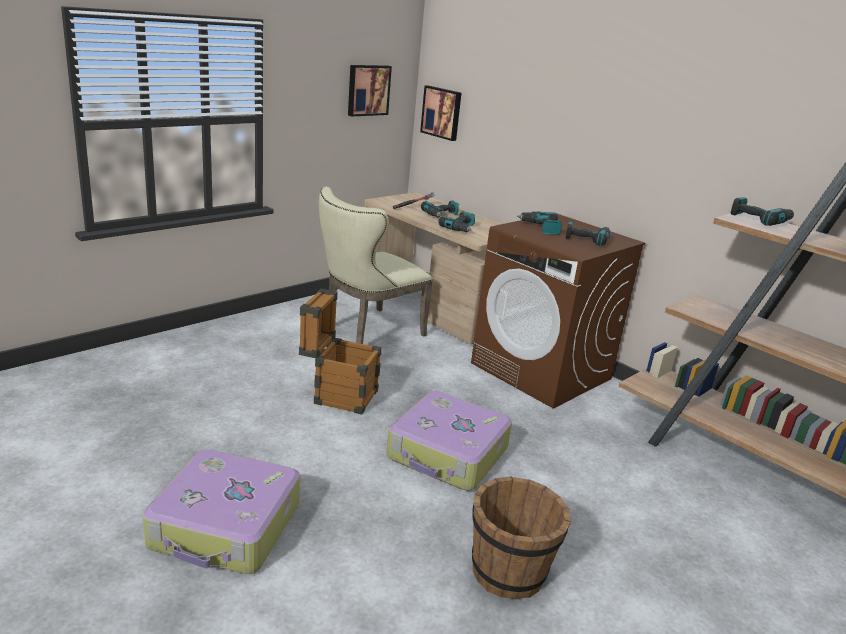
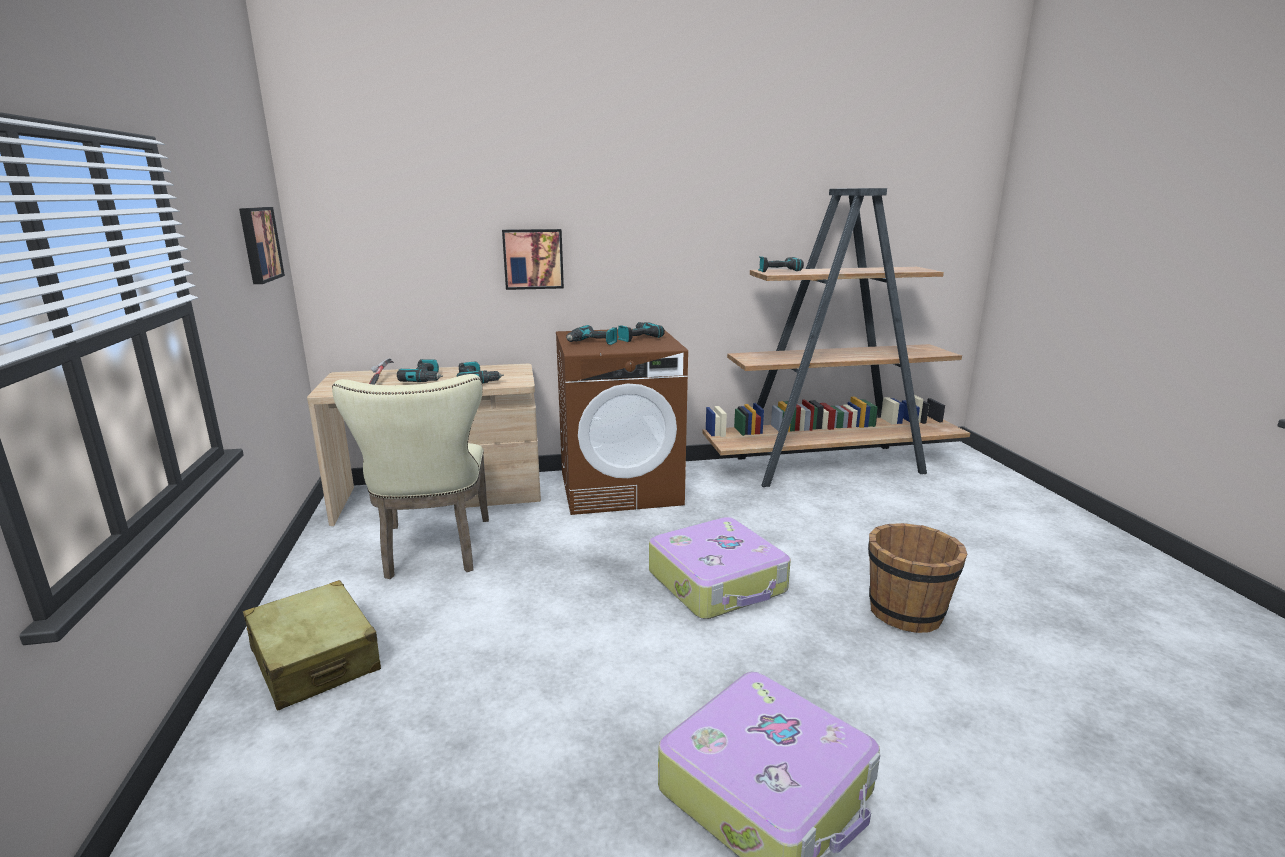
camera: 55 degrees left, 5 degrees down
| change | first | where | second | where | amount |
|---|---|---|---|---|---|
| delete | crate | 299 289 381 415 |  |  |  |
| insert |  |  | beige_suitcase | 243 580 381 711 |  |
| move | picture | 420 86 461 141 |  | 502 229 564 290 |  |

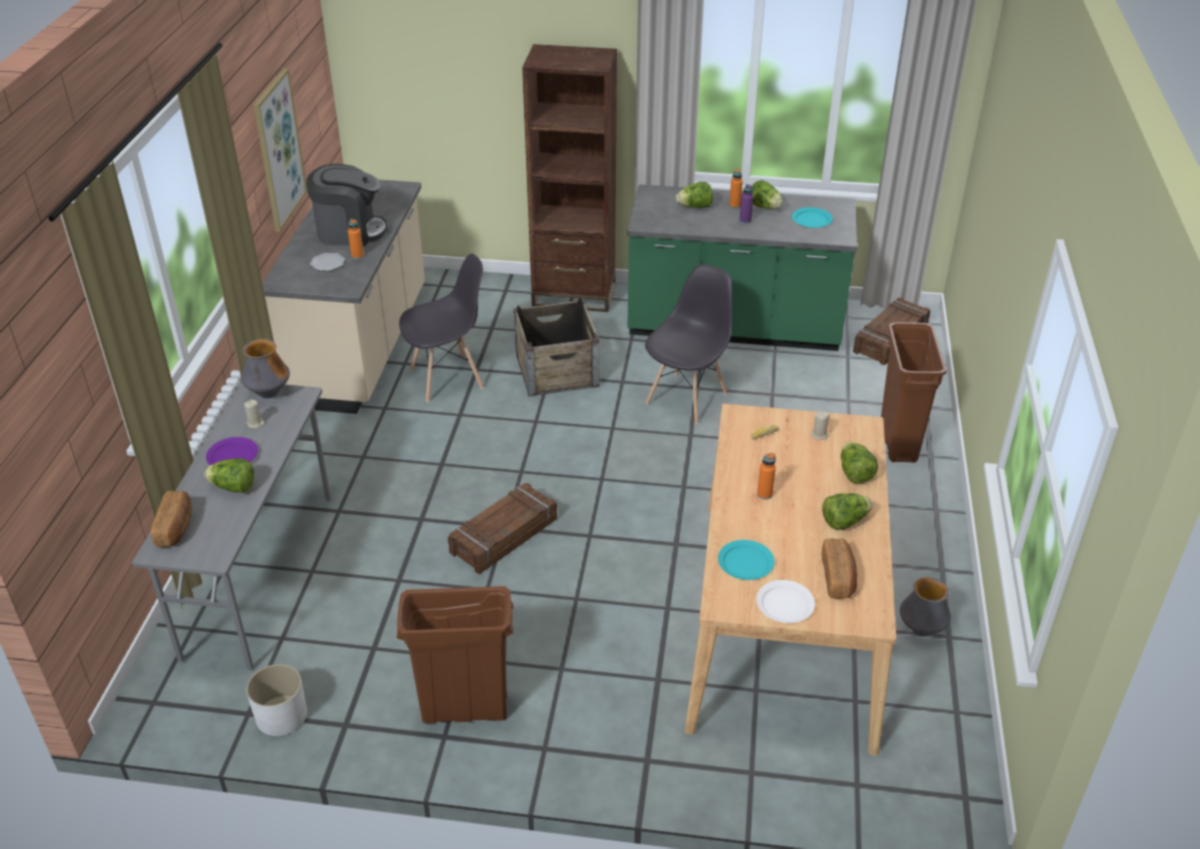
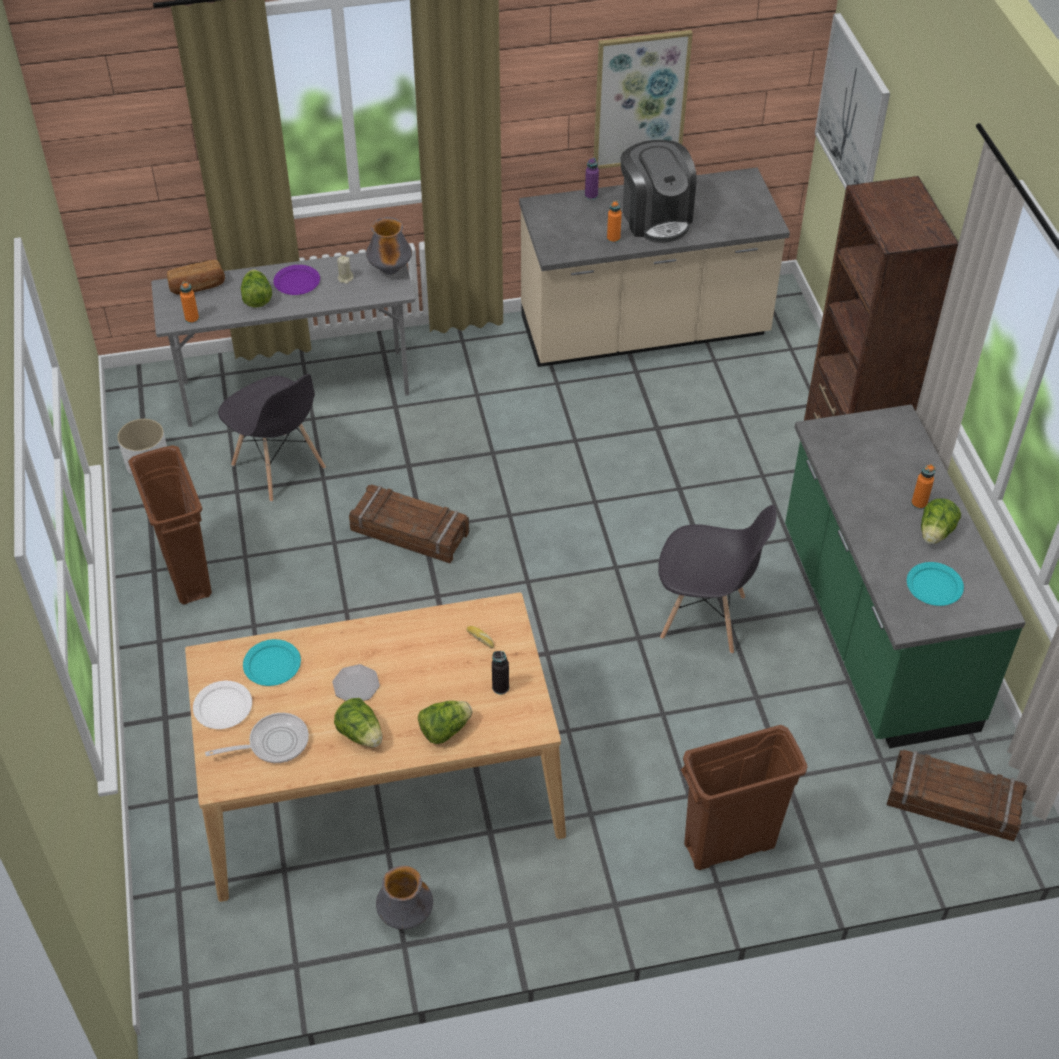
camera: 70 degrees right, 10 degrees up
| change | first | where | second | where | amount |
|---|---|---|---|---|---|
| delete | crate | 514 298 600 396 |  |  |  |
| delete | lettuce | 676 182 713 208 |  |  |  |
| insert |  |  | picture | 815 13 890 190 |  |
| move | plate | 310 253 345 271 |  | 332 664 380 701 |  |
| move | grey_chair | 399 254 484 402 |  | 218 374 326 502 |  |
| move | purple_bottle | 739 184 753 224 |  | 585 158 599 200 |  |
| move | orange_bottle | 757 453 776 500 |  | 180 281 199 324 |  |
| replace | beige_candle | 811 411 829 440 | black_bottle | 492 651 509 694 |  |
| replace | bread | 822 538 857 599 | frying_pan | 205 713 309 763 |  |

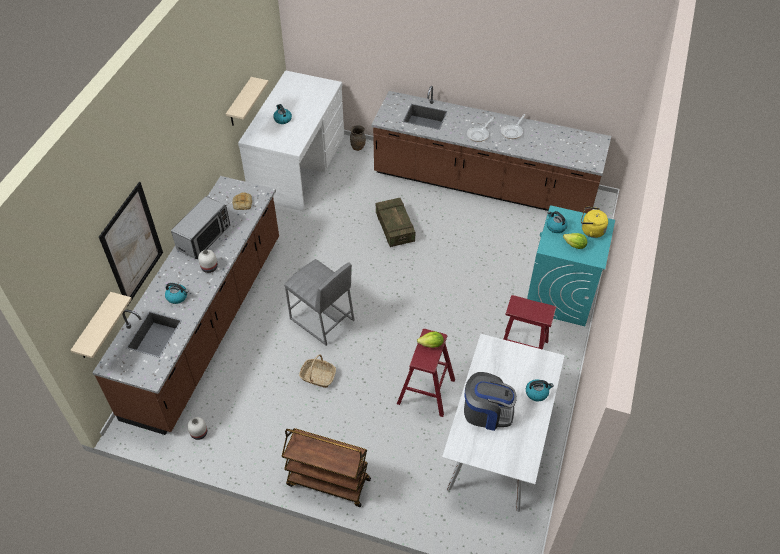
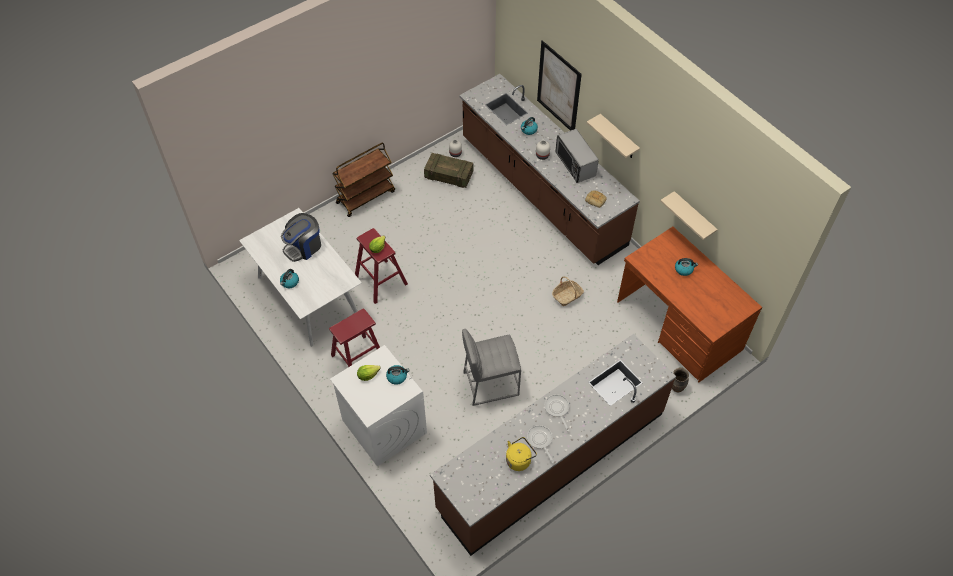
camera: 125 degrees right, 5 degrees up
| change | first | where | second | where | amount |
|---|---|---|---|---|---|
| move | beige_shelf | 70 292 132 358 |  | 587 114 640 158 |  |
| move | grey_stool | 284 259 355 346 |  | 462 329 521 406 |  |
| move | basket | 299 355 336 388 |  | 552 276 584 306 |  |
| move | crate | 376 198 415 247 |  | 424 153 473 188 |  |
| move | yellow_kettle | 581 207 608 238 |  | 506 437 537 471 |  |
| recolor | white_desk | 238 70 344 212 | brown_desk | 617 227 762 383 |  |
| recolor | turquoise_washing_machine | 527 206 615 326 | white_washing_machine | 330 345 427 467 |  |

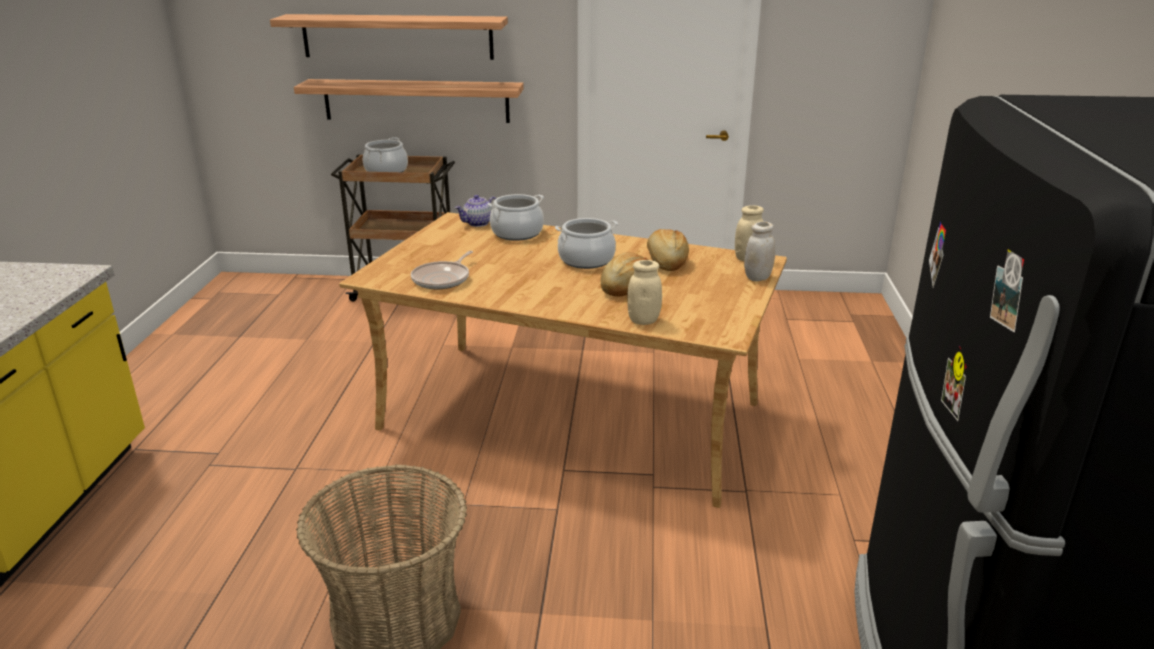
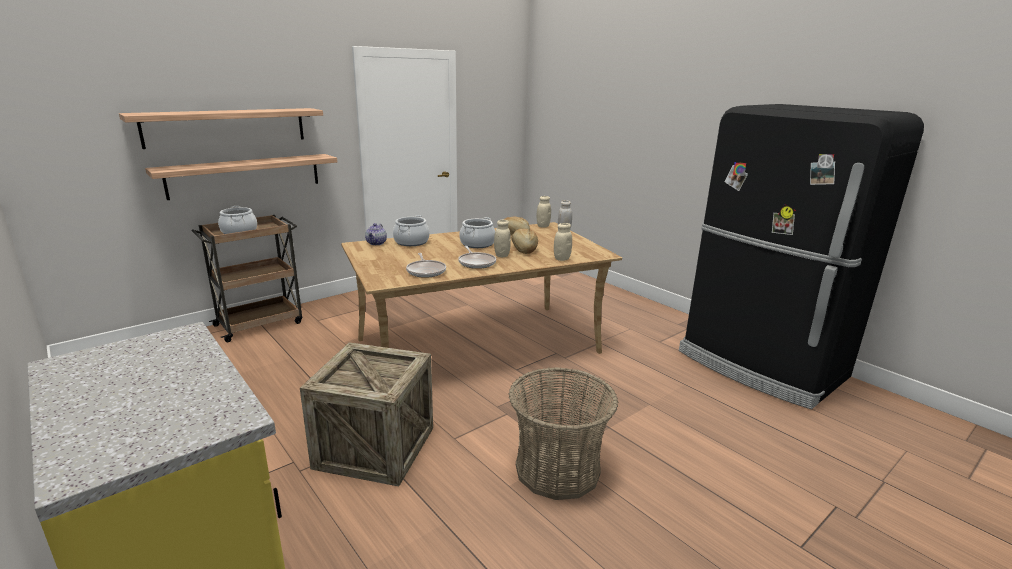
camera: 45 degrees left, 5 degrees down
| change | first | where | second | where | amount |
|---|---|---|---|---|---|
| insert |  |  | crate | 300 342 433 486 |  |
| insert |  |  | frying_pan | 458 246 496 269 |  |
| insert |  |  | beige_jar | 494 220 511 257 |  |

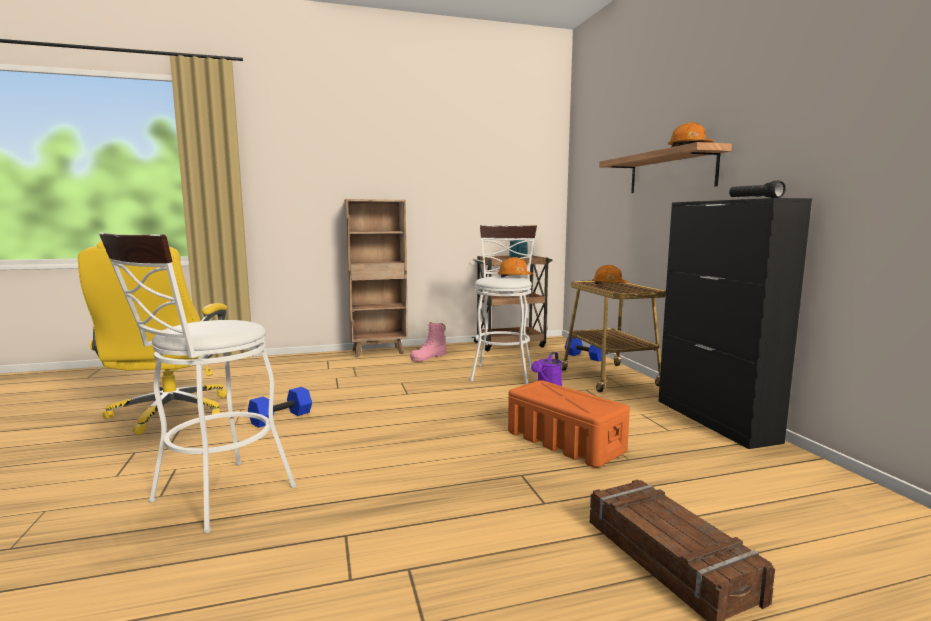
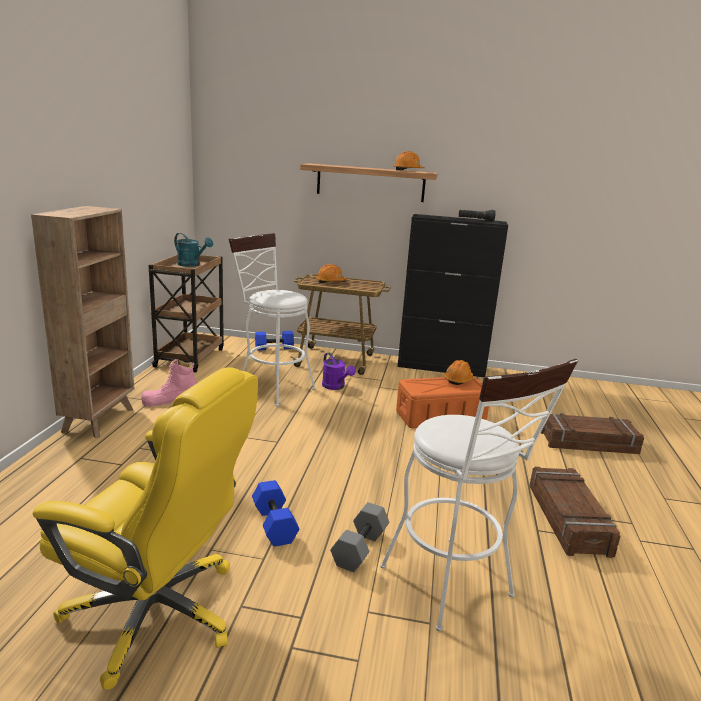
camera: 65 degrees left, 10 degrees up
| change | first | where | second | where | amount |
|---|---|---|---|---|---|
| insert |  |  | grey_dumbbell | 330 502 389 572 |  |
| insert |  |  | crate | 529 467 620 558 |  |
| move | orange_hard_hat | 497 257 533 277 |  | 444 360 473 385 |  |
| rotate | pink_boot | 410 322 447 361 |  | 141 359 197 406 | 90 degrees clockwise |

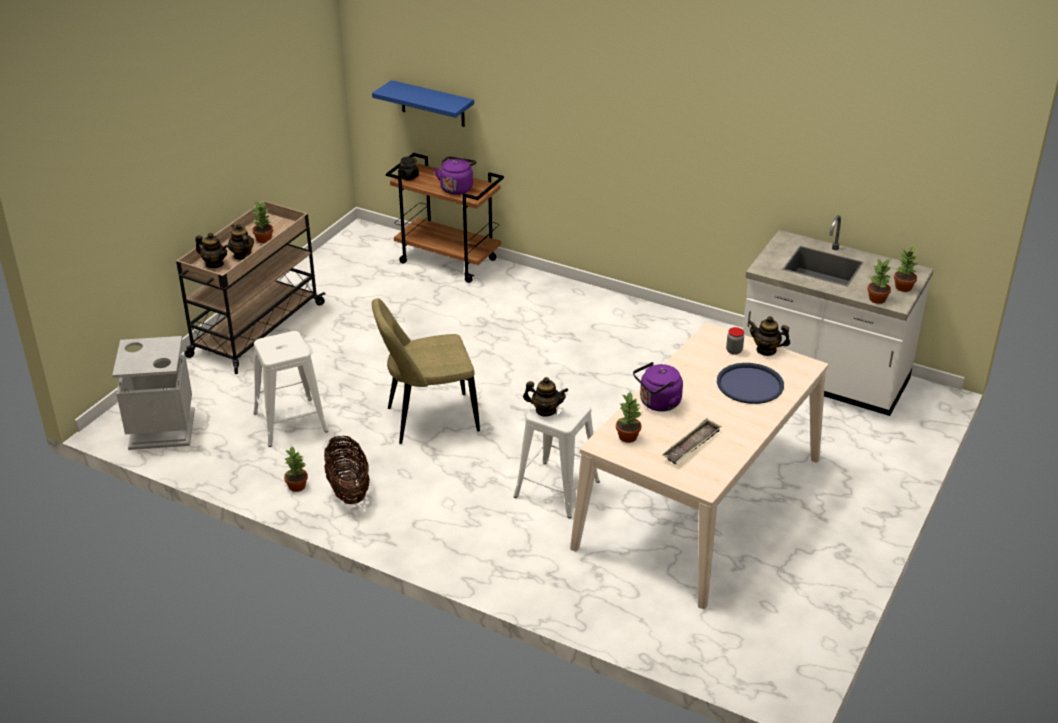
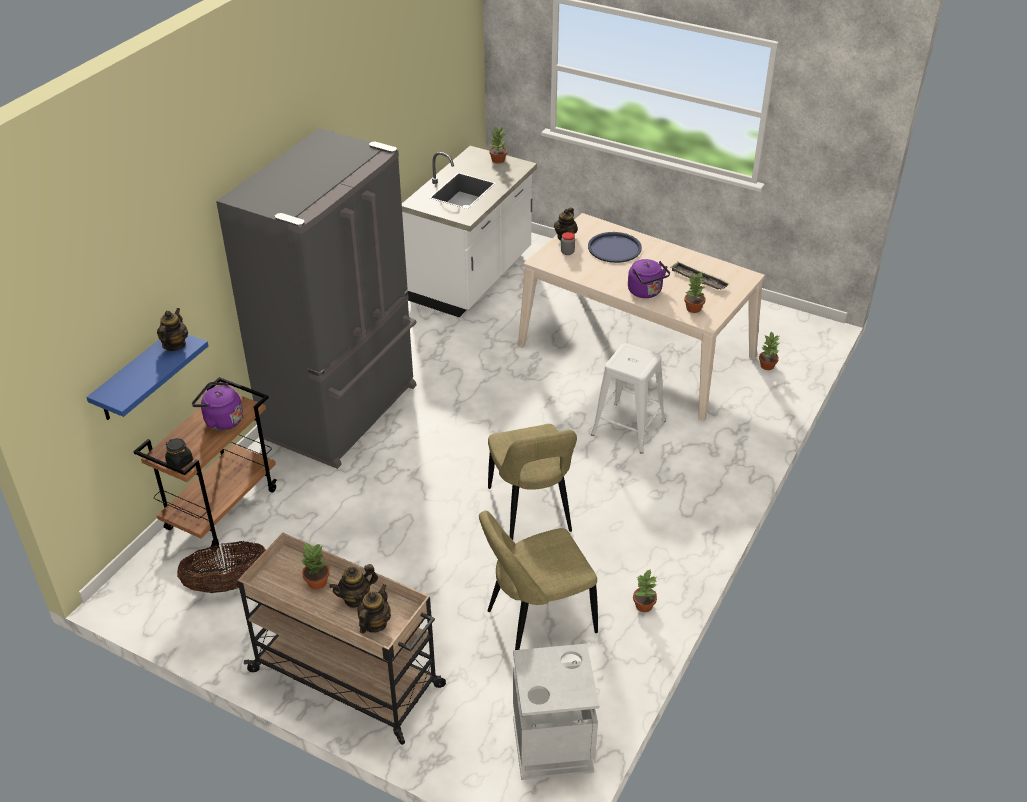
camera: 90 degrees left, 5 degrees up
| change | first | where | second | where | amount |
|---|---|---|---|---|---|
| insert |  |  | grey_fridge | 216 128 417 469 |  |
| move | basket | 324 435 370 504 |  | 177 541 266 593 |  |
| move | teapot | 523 377 568 416 |  | 157 308 188 351 |  |
| move | potted_plant | 867 259 892 304 |  | 759 331 780 370 |  |
| replace | white_stool | 253 331 328 447 | beige_chair | 479 510 598 650 |  |

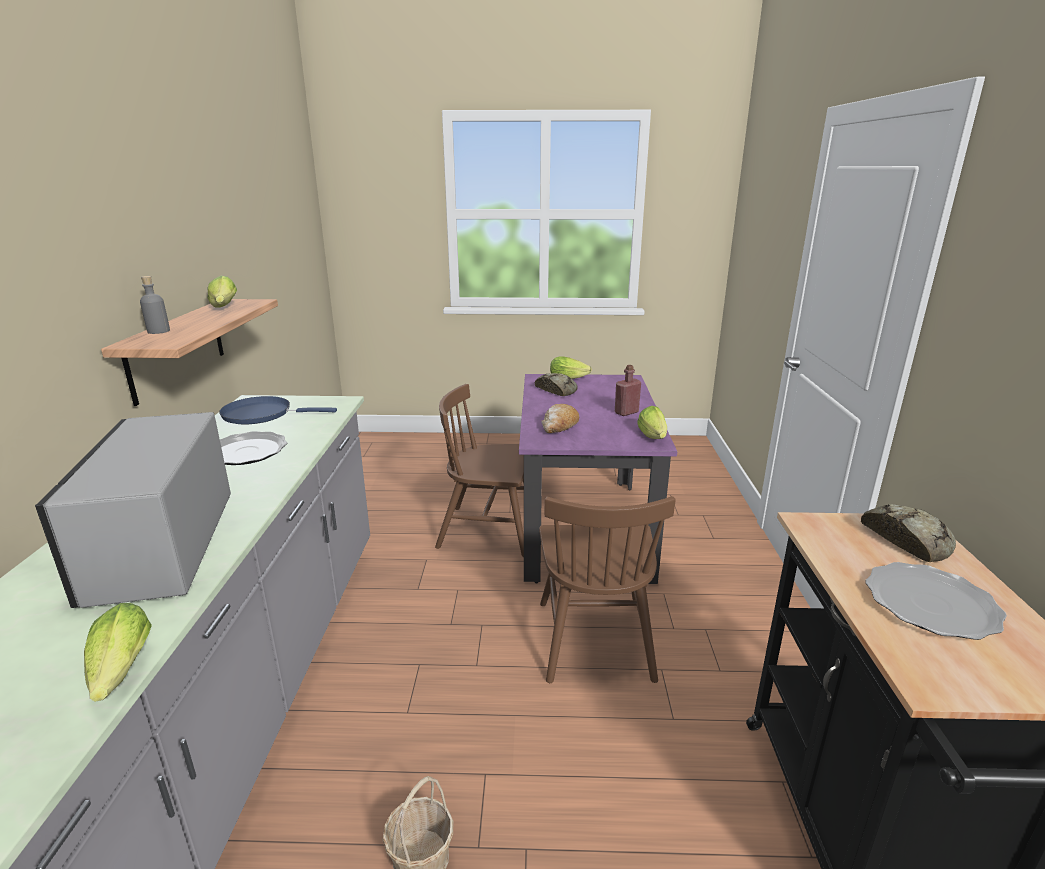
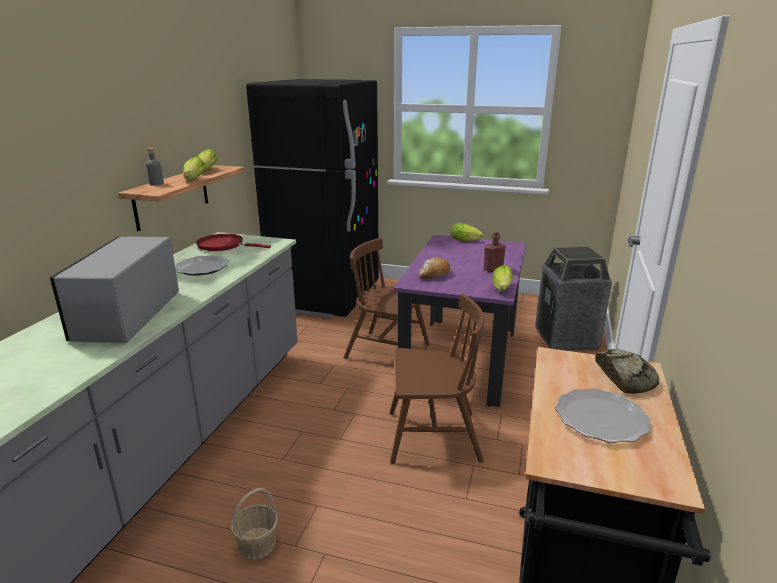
camera: 15 degrees right, 0 degrees up
| change | first | where | second | where | amount |
|---|---|---|---|---|---|
| delete | bread | 535 373 578 396 |  |  |  |
| insert |  |  | black_fridge | 246 79 379 317 |  |
| insert |  |  | trash_can | 535 247 612 351 |  |
| move | lettuce | 84 603 152 702 |  | 183 156 206 180 |  |
| recolor | blue_frying_pan | 219 396 337 424 | red_frying_pan | 196 234 271 251 |  |
| rotate | brown_chair | 539 496 676 683 |  | 390 294 484 464 | 105 degrees counterclockwise |

